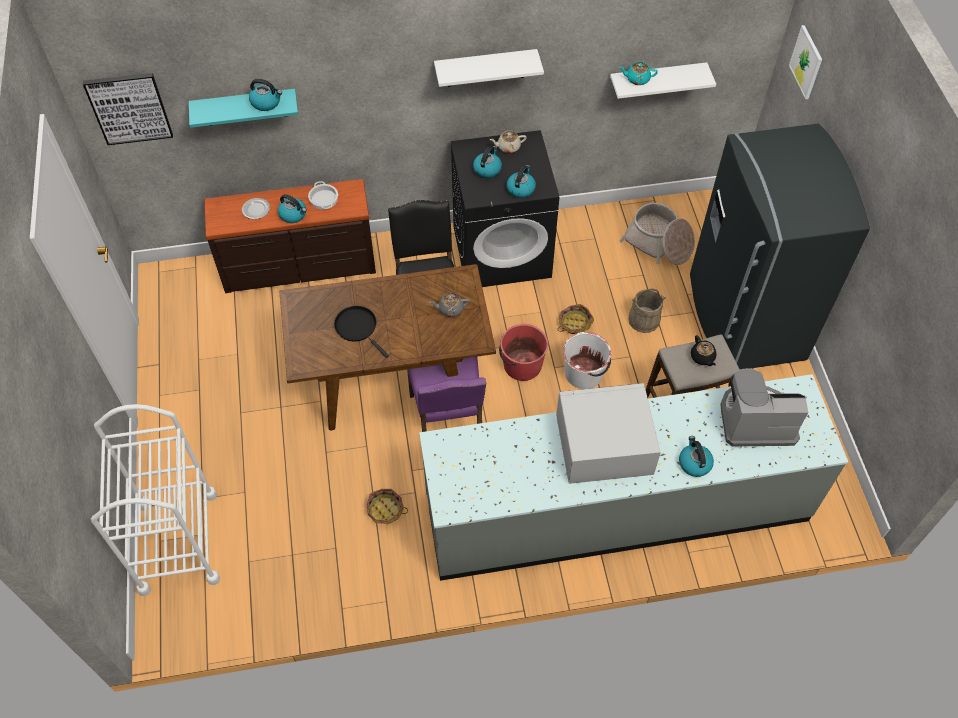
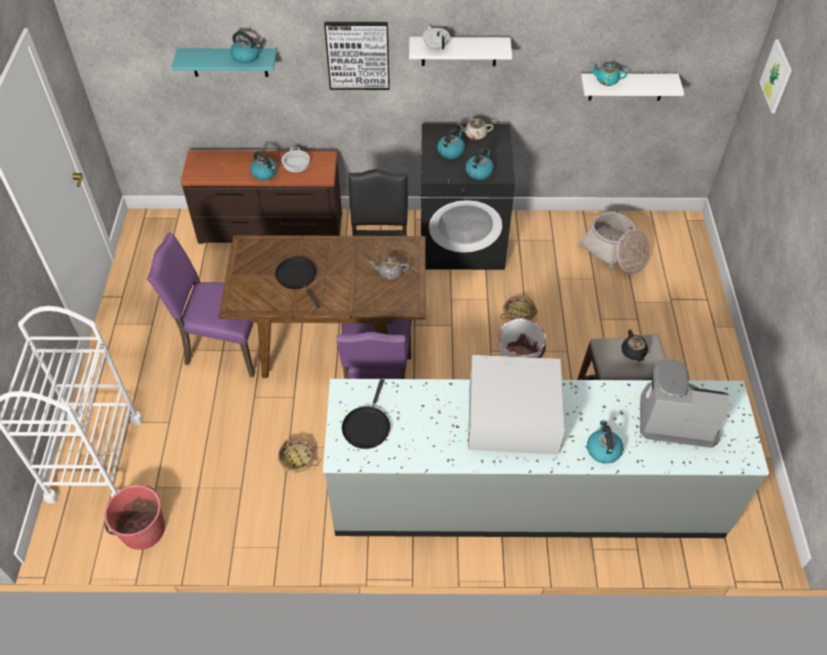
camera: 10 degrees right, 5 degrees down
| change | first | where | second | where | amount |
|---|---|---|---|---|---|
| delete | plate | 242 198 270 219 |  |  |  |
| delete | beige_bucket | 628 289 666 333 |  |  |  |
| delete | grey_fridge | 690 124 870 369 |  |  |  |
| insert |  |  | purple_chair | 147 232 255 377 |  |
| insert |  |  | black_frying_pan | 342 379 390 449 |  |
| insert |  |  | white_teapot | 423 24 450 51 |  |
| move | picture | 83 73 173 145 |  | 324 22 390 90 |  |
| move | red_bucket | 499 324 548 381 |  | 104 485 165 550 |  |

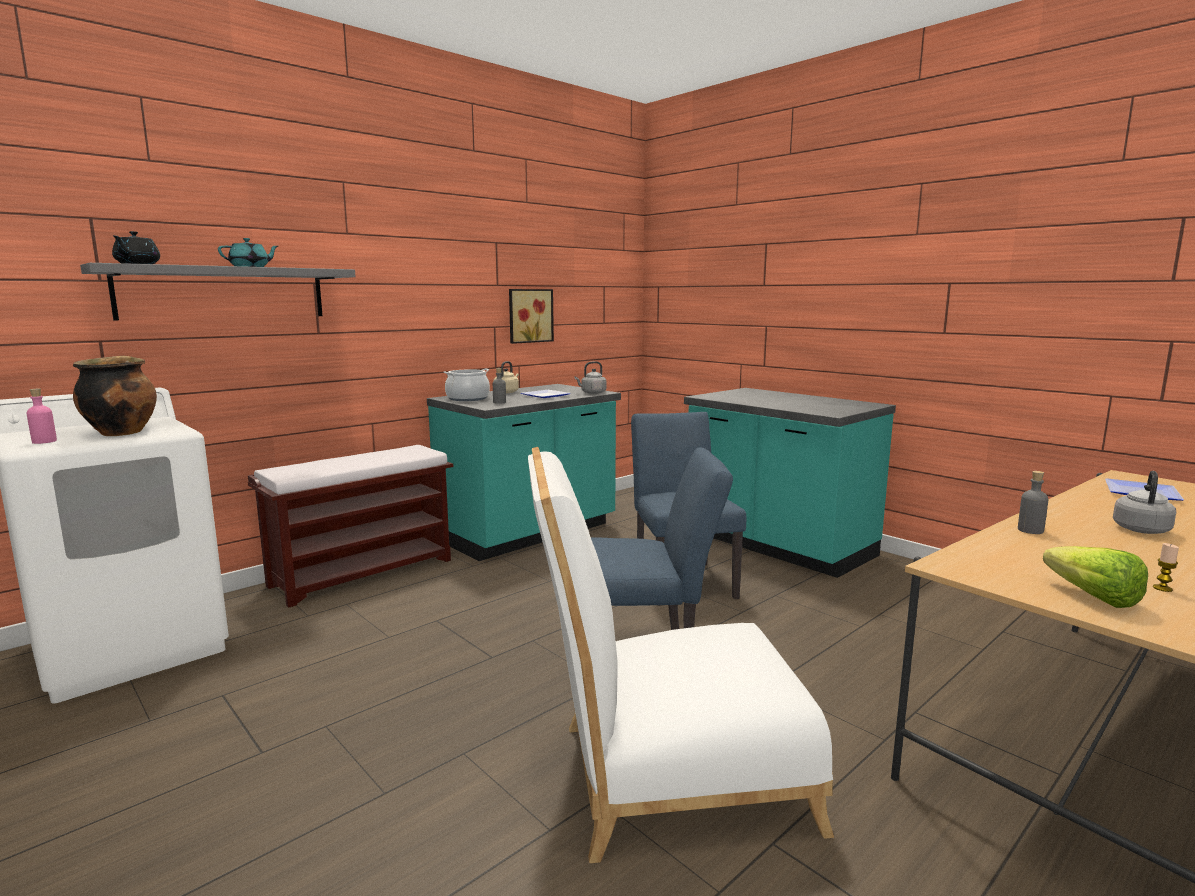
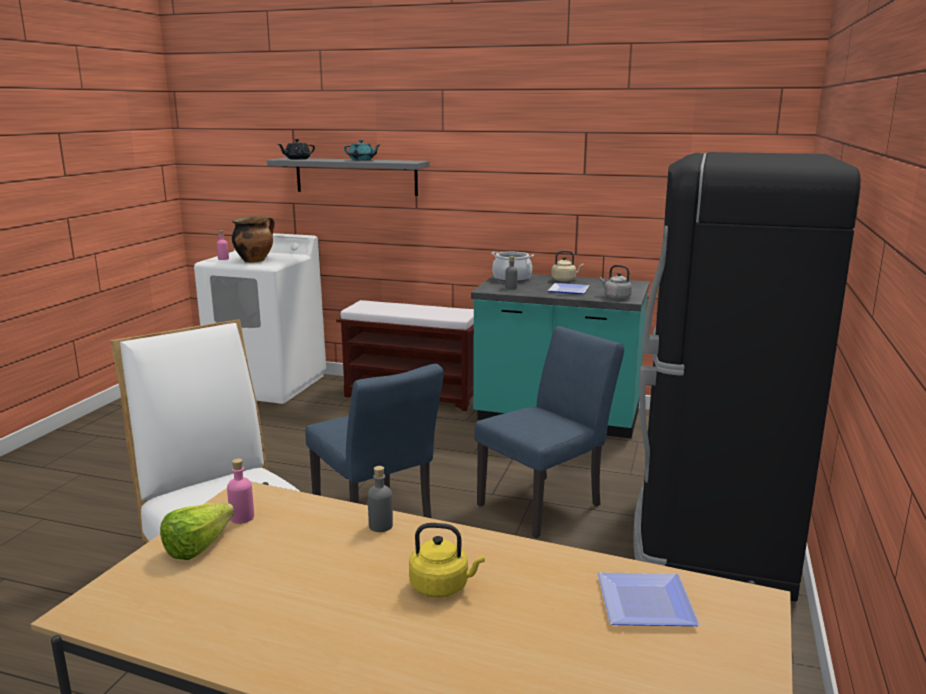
camera: 60 degrees right, 5 degrees up
| change | first | where | second | where | amount |
|---|---|---|---|---|---|
| delete | picture | 509 289 554 344 |  |  |  |
| delete | candle | 1153 543 1179 592 |  |  |  |
| insert |  |  | pink_bottle | 227 459 254 524 |  |
| replace | turquoise_counter | 684 388 896 578 | black_fridge | 633 152 861 602 |  |
| recolor | grey_kettle | 1113 471 1176 534 | yellow_kettle | 409 523 485 598 |  |

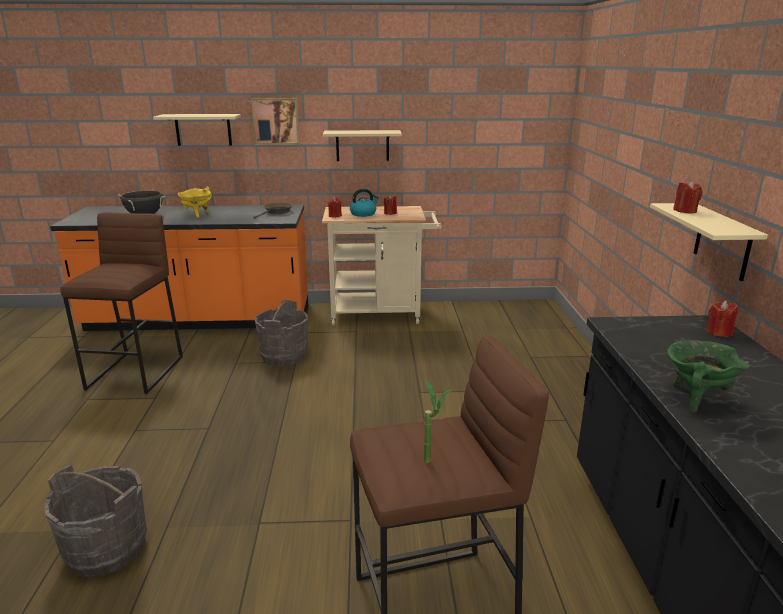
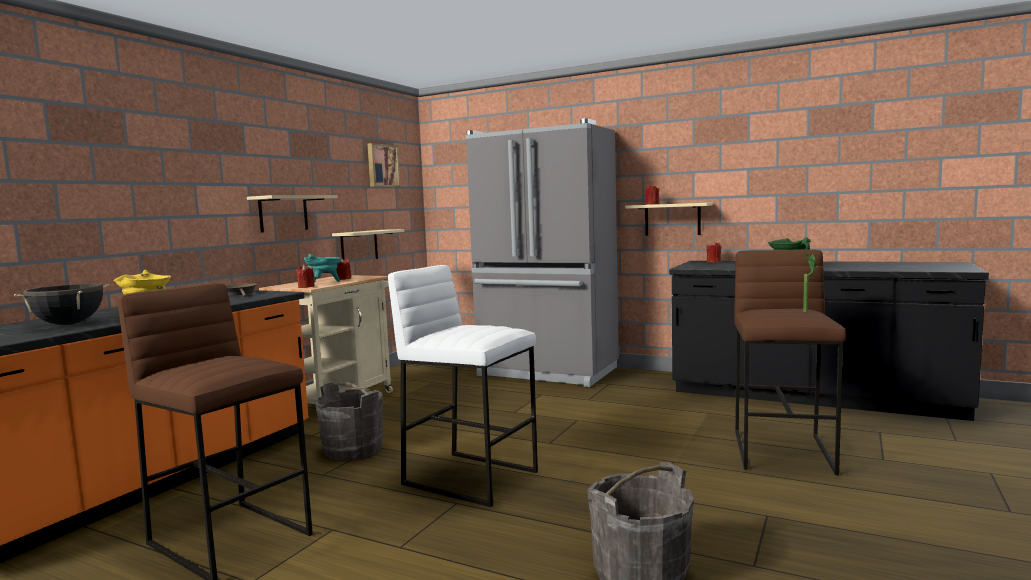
camera: 60 degrees left, 15 degrees down
| change | first | where | second | where | amount |
|---|---|---|---|---|---|
| insert |  |  | white_stool | 388 265 538 507 |  |
| insert |  |  | grey_fridge | 466 118 619 387 |  |
| move | beige_shelf | 153 114 241 146 |  | 332 229 404 260 |  |
| move | picture | 251 98 300 145 |  | 368 143 400 187 |  |
| replace | kettle | 350 189 379 217 | turquoise_cooking_pot | 304 254 342 282 |  |

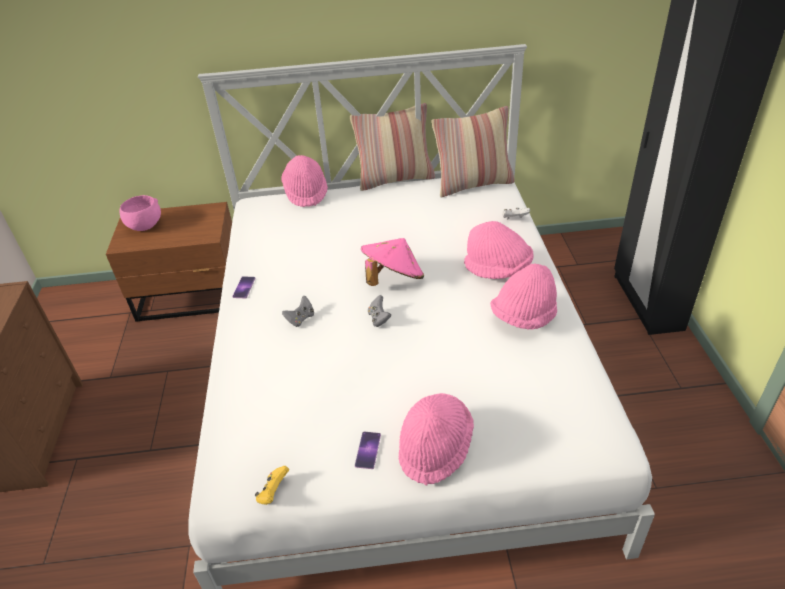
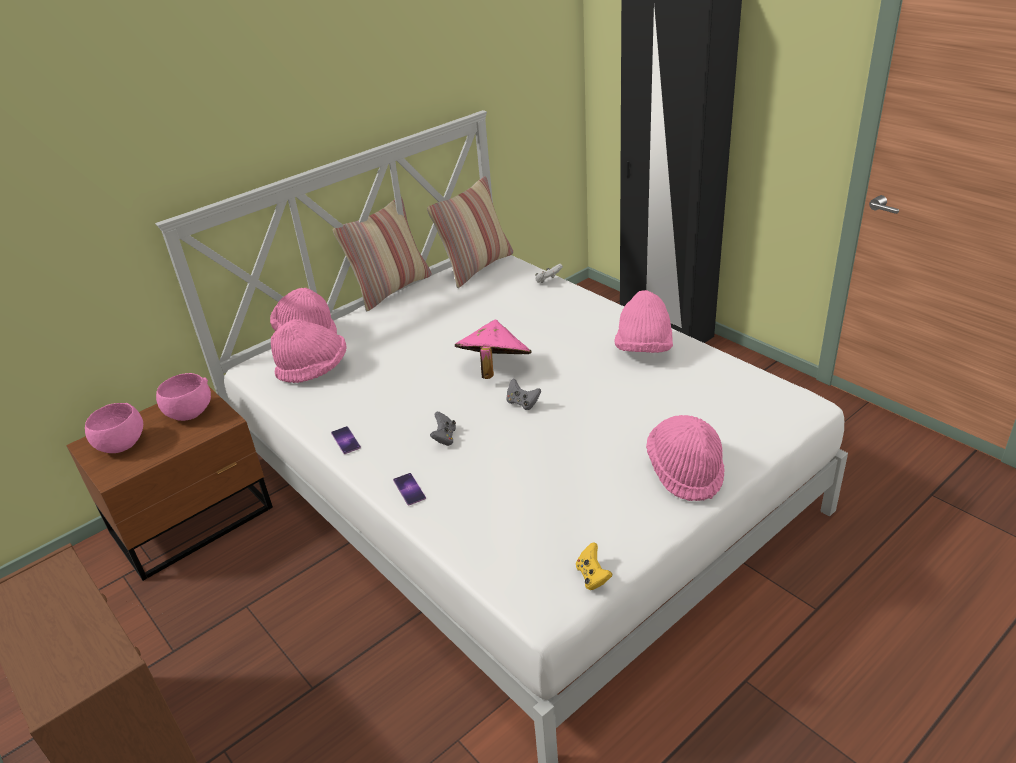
camera: 35 degrees left, 5 degrees down
| change | first | where | second | where | amount |
|---|---|---|---|---|---|
| insert |  |  | pink_bowl | 156 373 211 421 |  |
| move | phone | 355 432 381 469 |  | 393 473 426 506 |  |
| move | pink_hat | 464 221 533 279 |  | 271 319 347 383 |  |

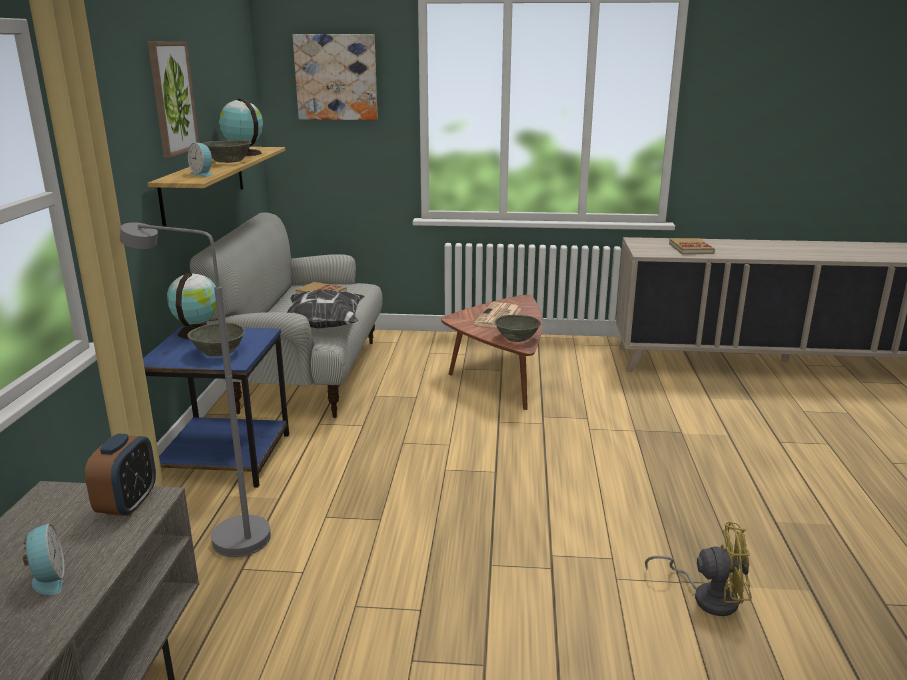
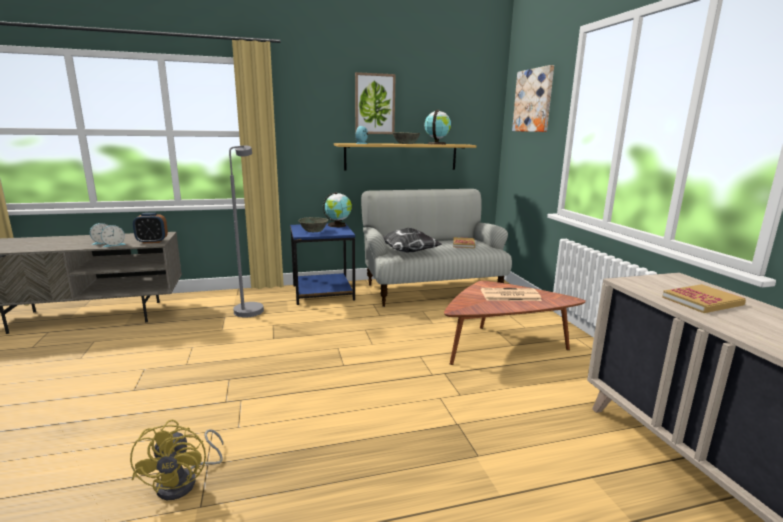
camera: 70 degrees right, 5 degrees down
| change | first | where | second | where | amount |
|---|---|---|---|---|---|
| delete | grey_bowl | 494 315 541 342 |  |  |  |
| insert |  |  | alarm_clock | 101 225 126 247 |  |

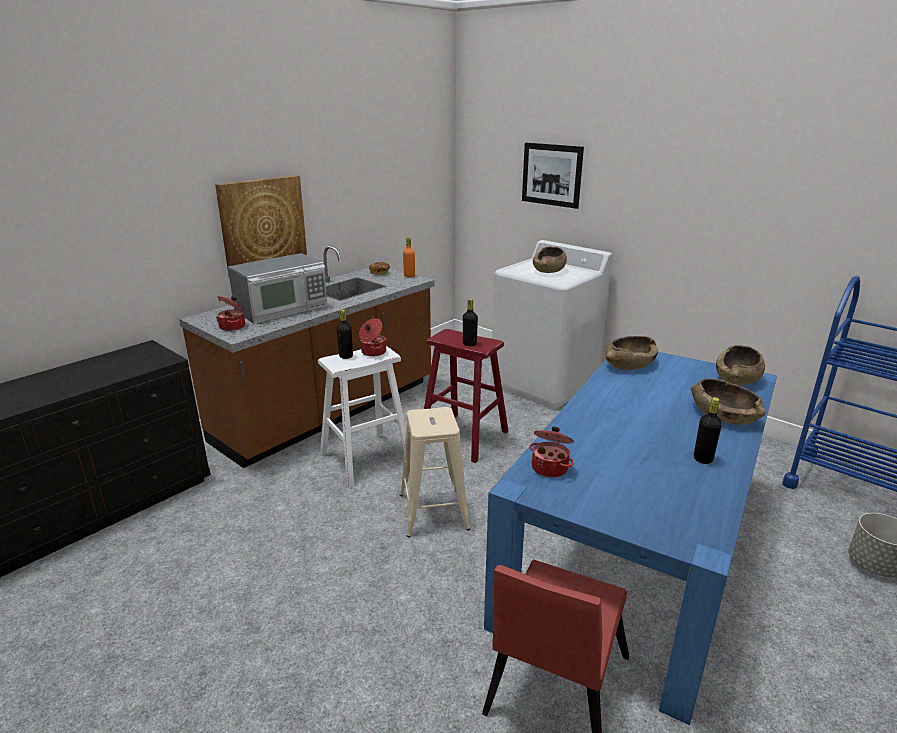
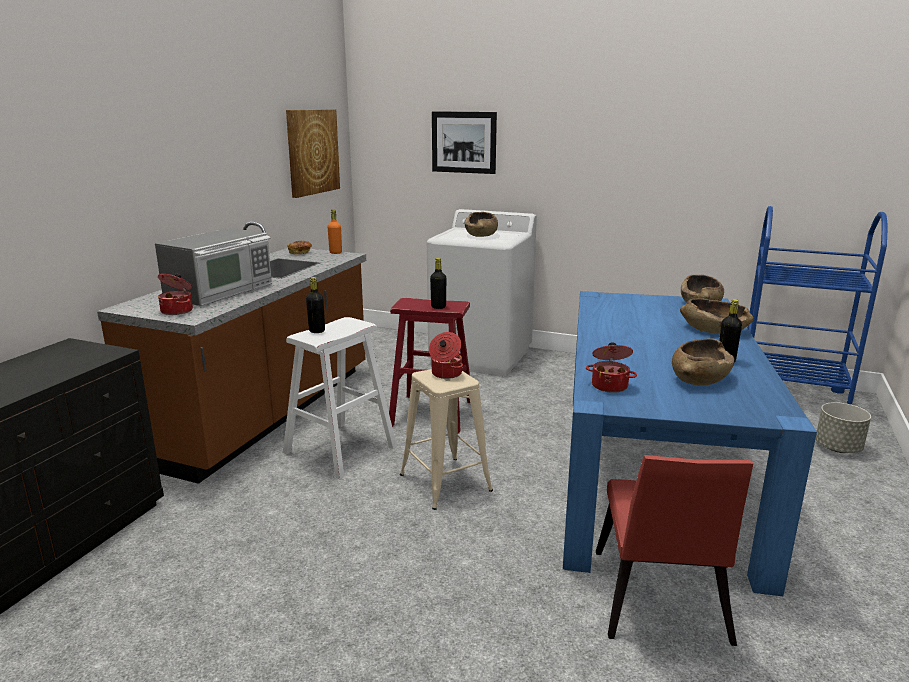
camera: 20 degrees left, 5 degrees down
| change | first | where | second | where | amount |
|---|---|---|---|---|---|
| move | picture | 215 175 307 275 |  | 286 109 340 198 |  |
| move | cooking_pot | 359 318 387 357 |  | 429 332 463 379 |  |
| move | brown_bowl | 606 336 658 370 |  | 672 338 734 385 |  |

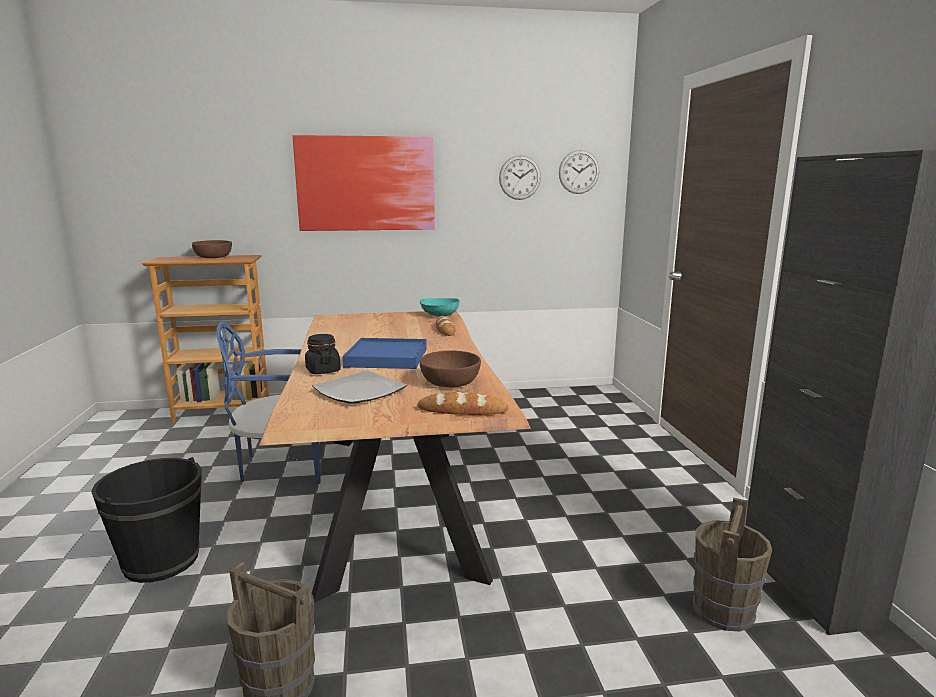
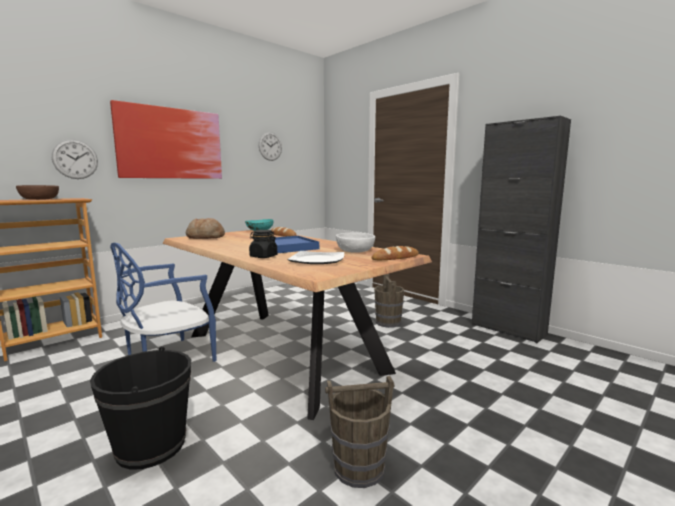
camera: 35 degrees left, 5 degrees down
| change | first | where | second | where | amount |
|---|---|---|---|---|---|
| insert |  |  | bread | 186 218 225 239 |  |
| move | wall_clock | 559 150 599 194 |  | 52 139 98 179 |  |
| move | brown_bucket | 693 498 772 632 |  | 374 274 404 328 |  |
| recolor | brown_bowl | 420 350 481 387 | white_bowl | 336 233 375 253 |  |

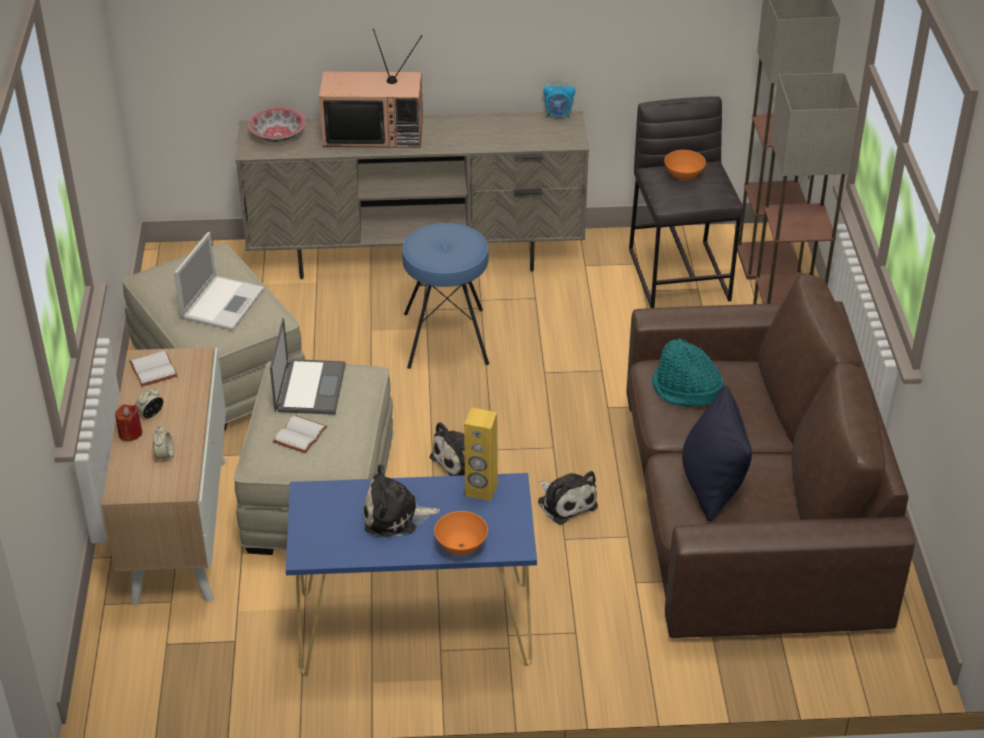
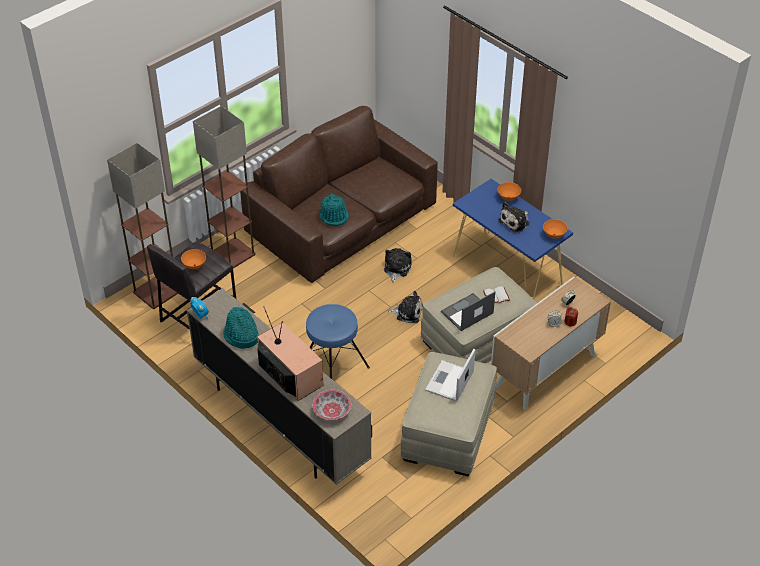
camera: 130 degrees left, 5 degrees up
| change | first | where | second | where | amount |
|---|---|---|---|---|---|
| delete | white_book | 129 351 178 387 |  |  |  |
| delete | yellow_speaker | 464 407 498 501 |  |  |  |
| delete | black_pillow | 682 386 752 522 |  |  |  |
| insert |  |  | turquoise_hat | 223 307 259 349 |  |
| insert |  |  | orange_bowl | 543 219 567 239 |  |
| rotate | laptop | 174 232 264 331 |  | 425 349 475 401 | 45 degrees counterclockwise |
| rotate | plush_toy | 364 464 440 537 |  | 498 202 529 232 | 90 degrees clockwise |

